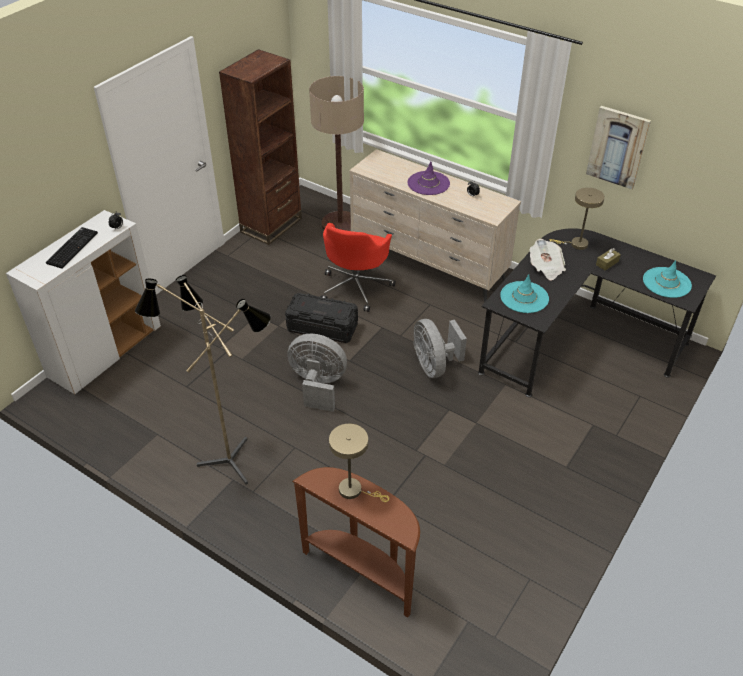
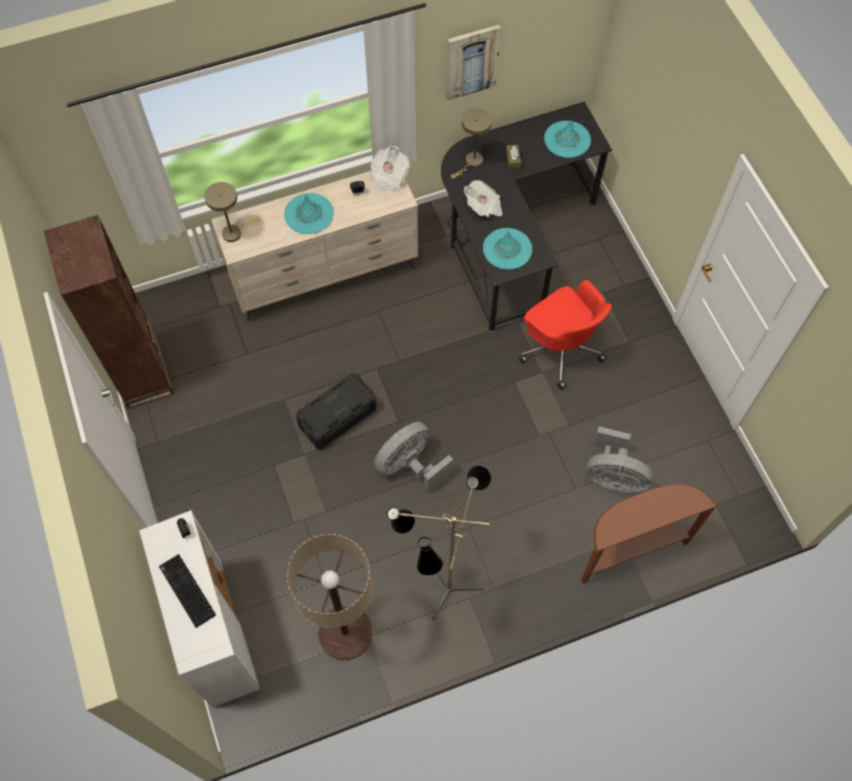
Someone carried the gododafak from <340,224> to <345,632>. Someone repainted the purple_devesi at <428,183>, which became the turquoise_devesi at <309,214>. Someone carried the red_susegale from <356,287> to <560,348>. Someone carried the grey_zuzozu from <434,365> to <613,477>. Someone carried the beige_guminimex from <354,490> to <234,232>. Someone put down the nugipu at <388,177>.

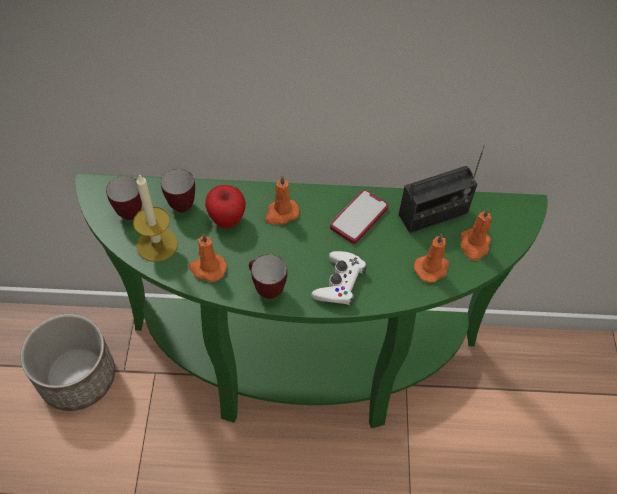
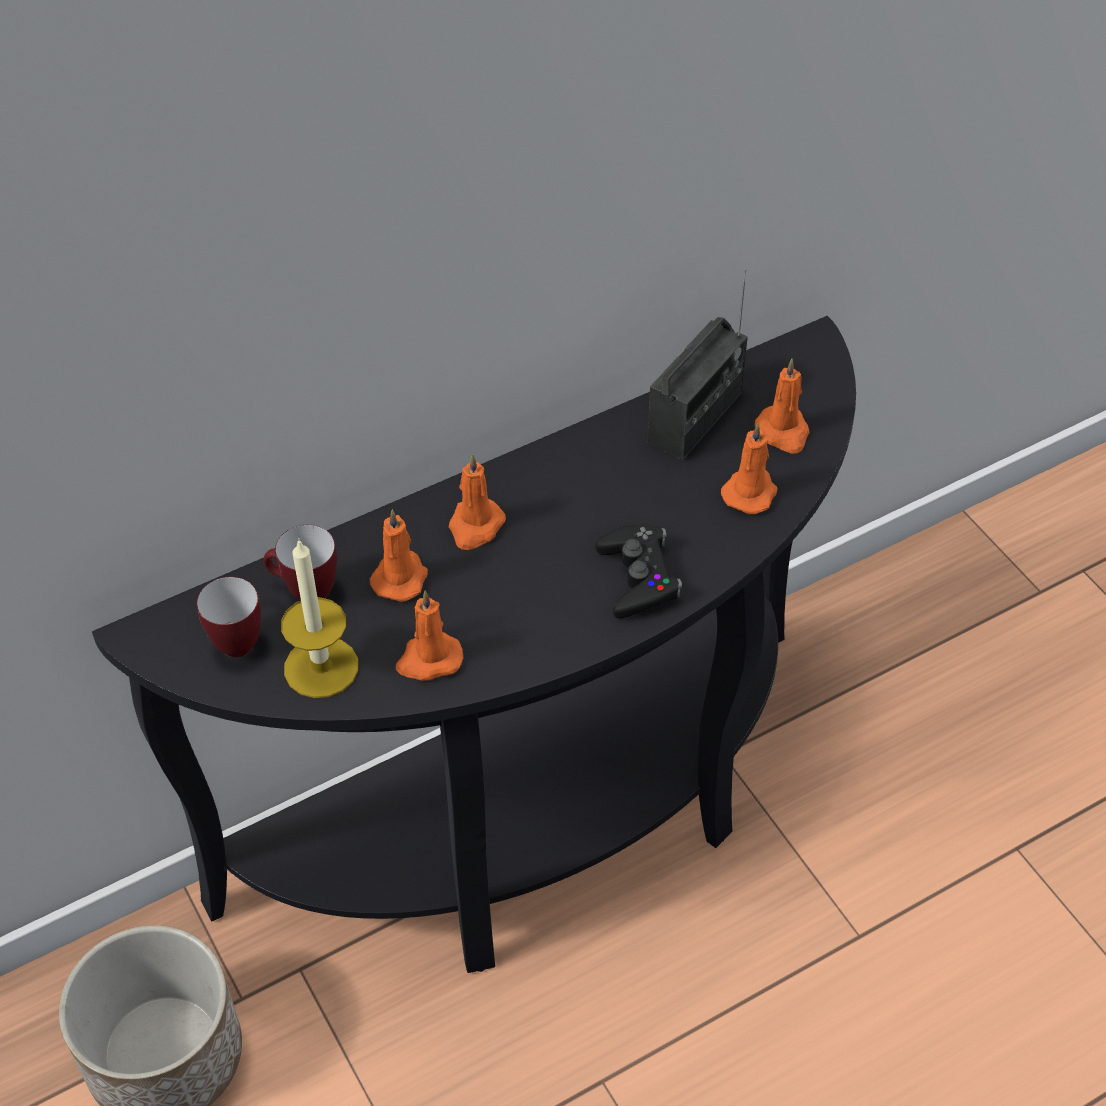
Someone repainted the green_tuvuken at <303,370>, which became the black_tuvuken at <546,823>. Someone swapped the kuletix at <227,220> for the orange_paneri at <401,577>. Someone took away the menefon at <359,217>. Someone repainted the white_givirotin at <339,282>, which became the black_givirotin at <638,577>. Someone took away the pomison at <265,289>.

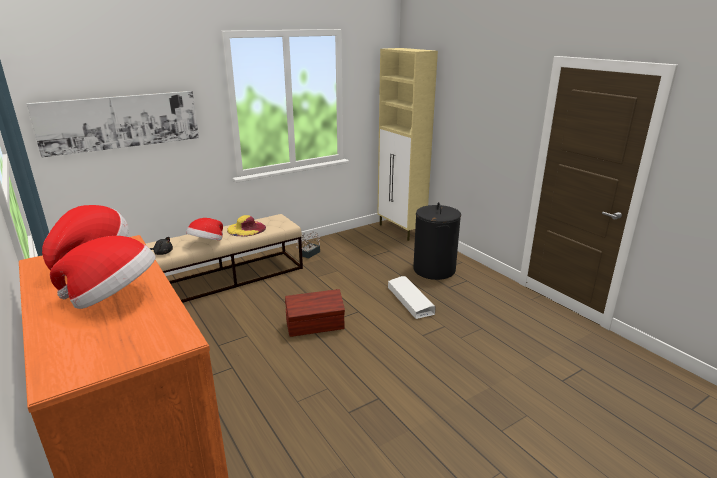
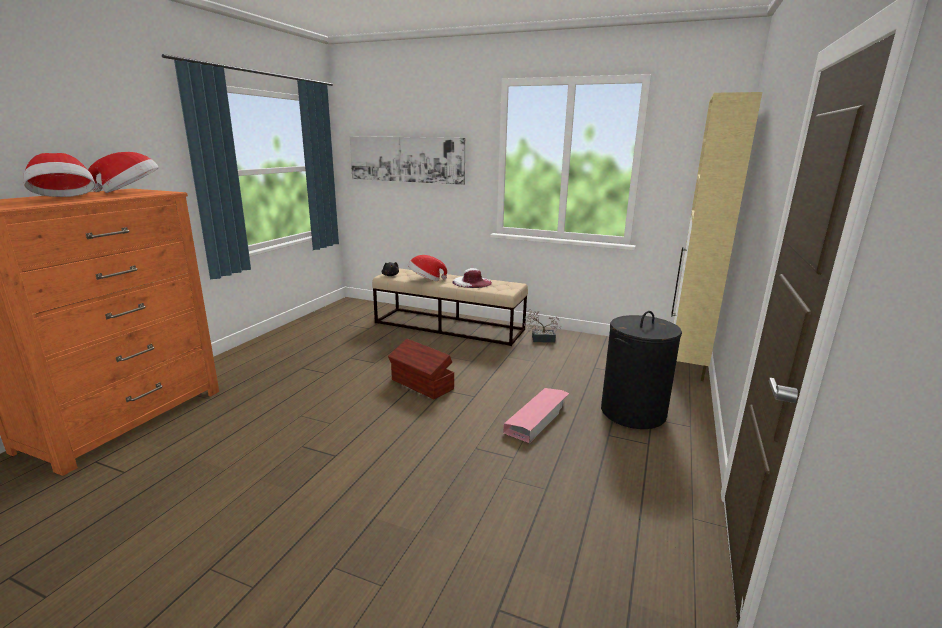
Someone repainted the yellow_devesi at <246,228>, which became the white_devesi at <472,282>. Someone repainted the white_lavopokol at <410,300>, which became the pink_lavopokol at <537,418>.

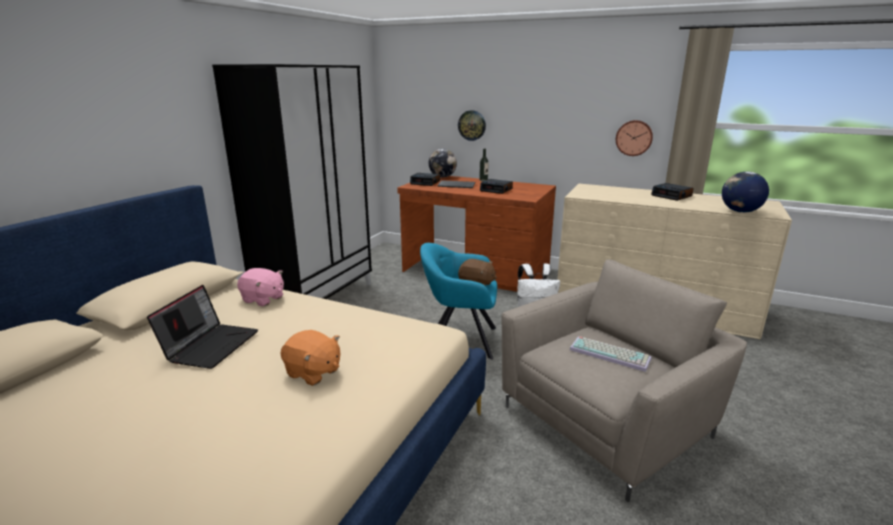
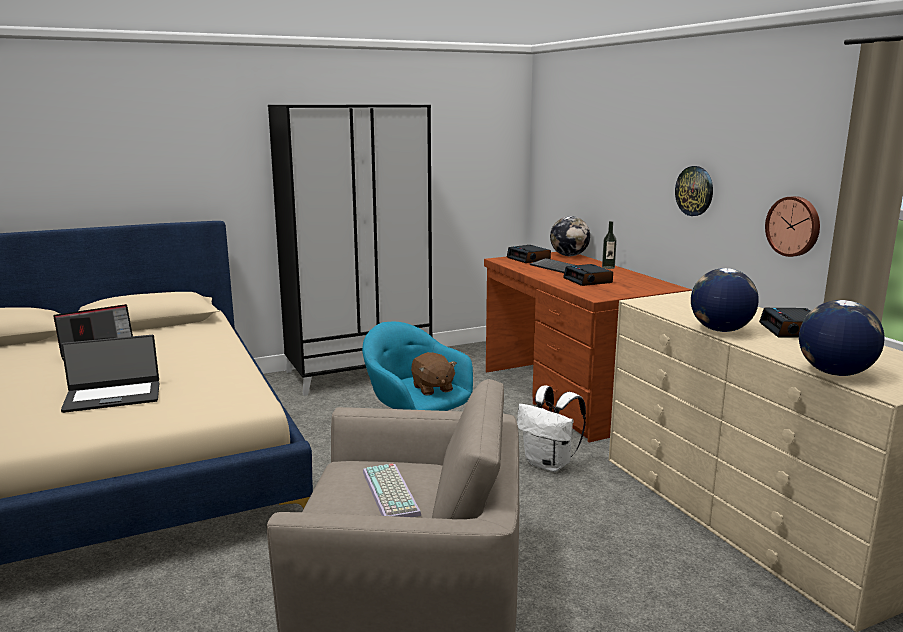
Someone carried the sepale from <472,125> to <694,191>. Someone took away the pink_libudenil at <263,299>. Someone swapped the orange_libudenil at <313,373> for the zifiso at <113,397>. Someone put down the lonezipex at <720,330>.

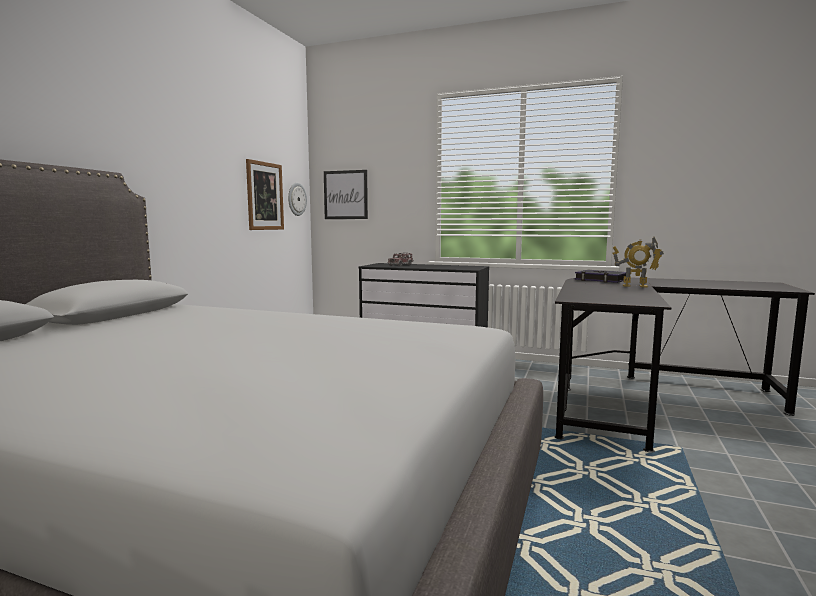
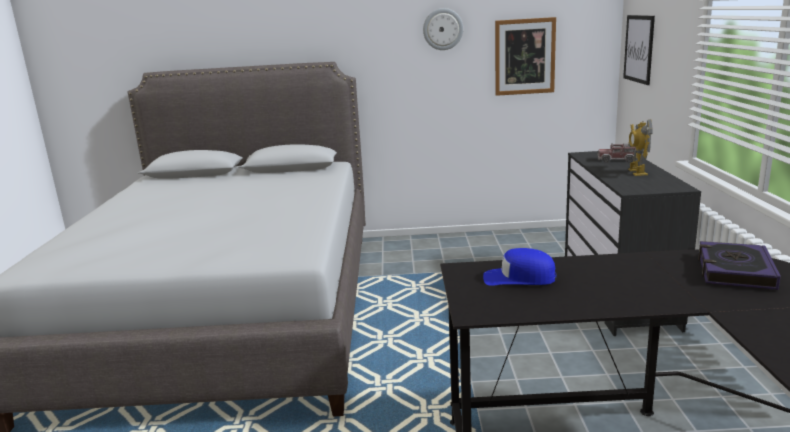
Someone carried the sepale from <296,199> to <443,29>. Someone carried the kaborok from <635,286> to <637,172>. Someone put down the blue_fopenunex at <519,278>.

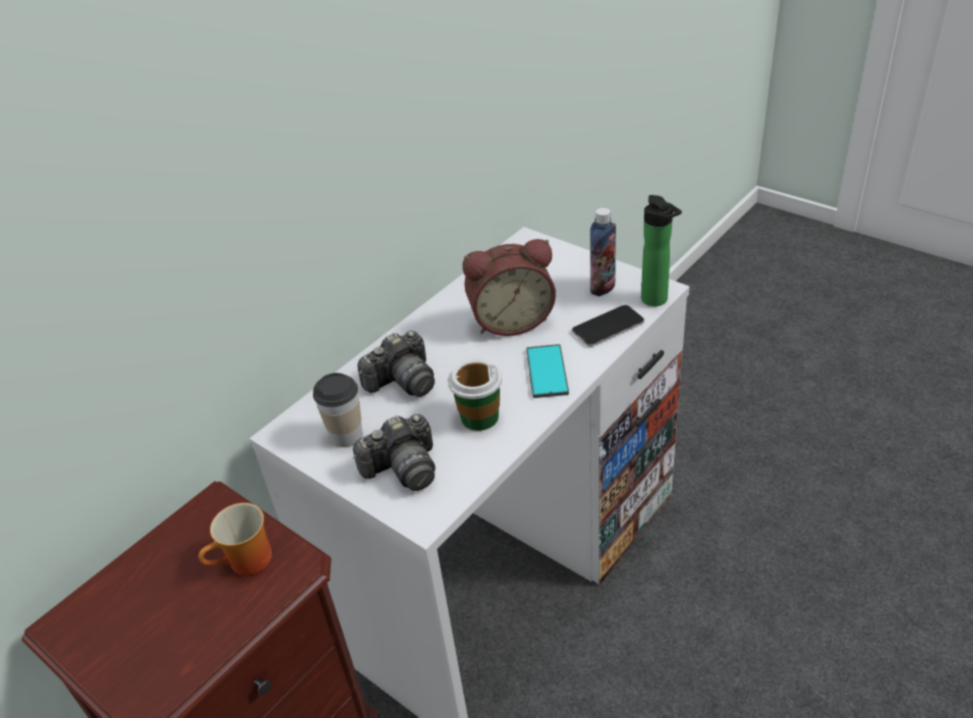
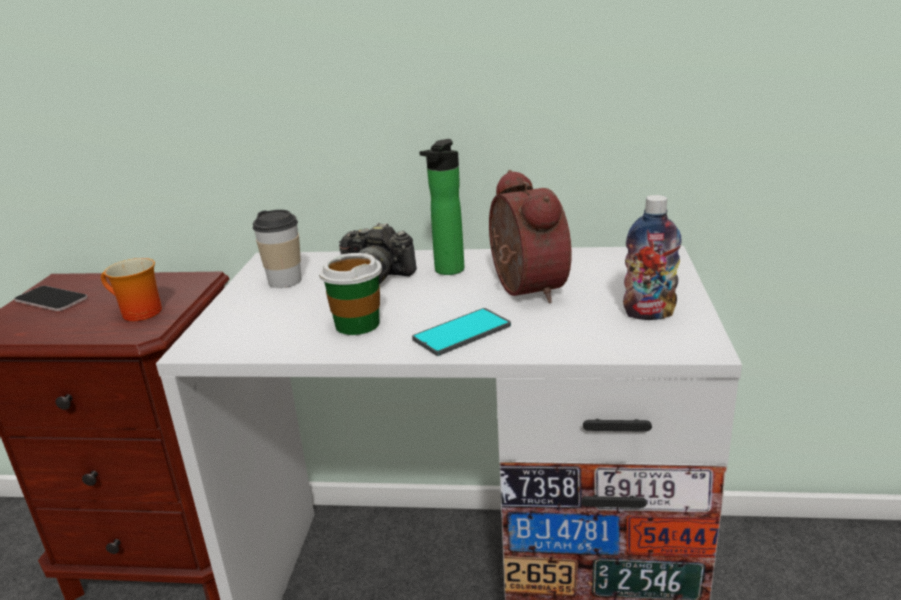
Someone carried the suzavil from <657,301> to <447,271>. Someone rotated the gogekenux at <511,320> by 150 degrees counterclockwise. Someone carried the menefon from <608,327> to <51,299>. Someone took away the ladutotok at <403,469>.

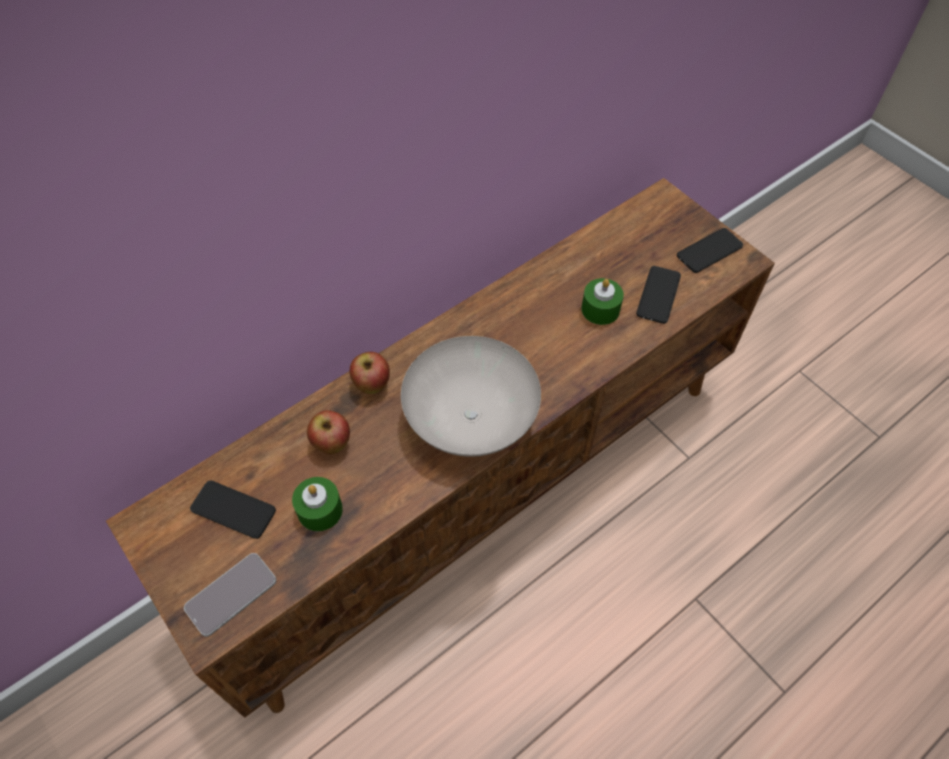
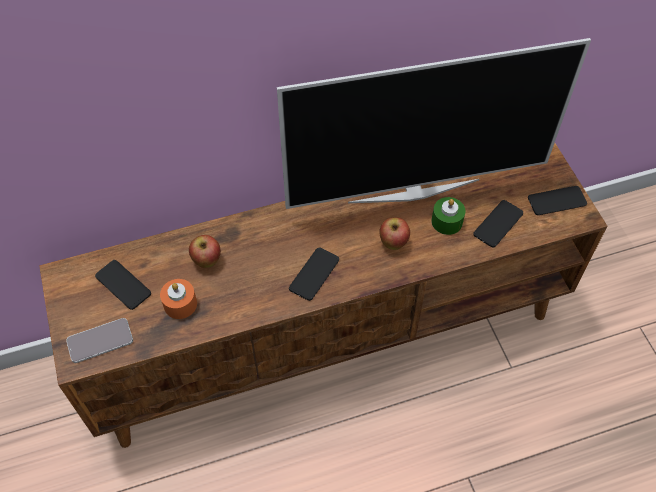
Someone swapped the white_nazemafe at <473,418> for the menefon at <314,274>. Someone carried the kuletix from <372,385> to <393,243>. Someone repainted the green_paneri at <320,510>, which became the orange_paneri at <180,304>. Someone put down the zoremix at <413,189>.

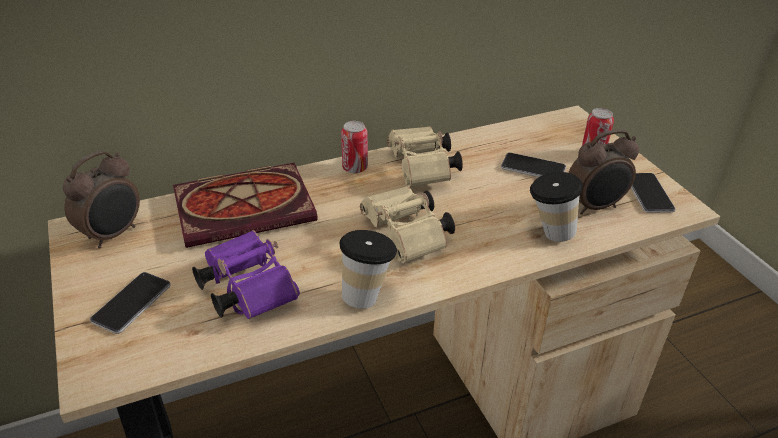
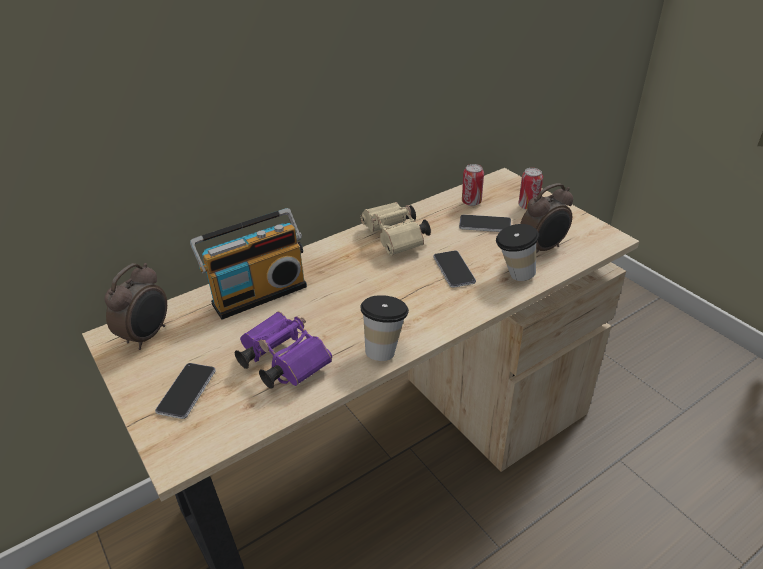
Someone carried the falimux from <355,168> to <471,202>. Someone swapped the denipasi at <247,207> for the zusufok at <258,293>. Someone carried the menefon from <648,194> to <453,270>. Someone took away the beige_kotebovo at <408,237>.

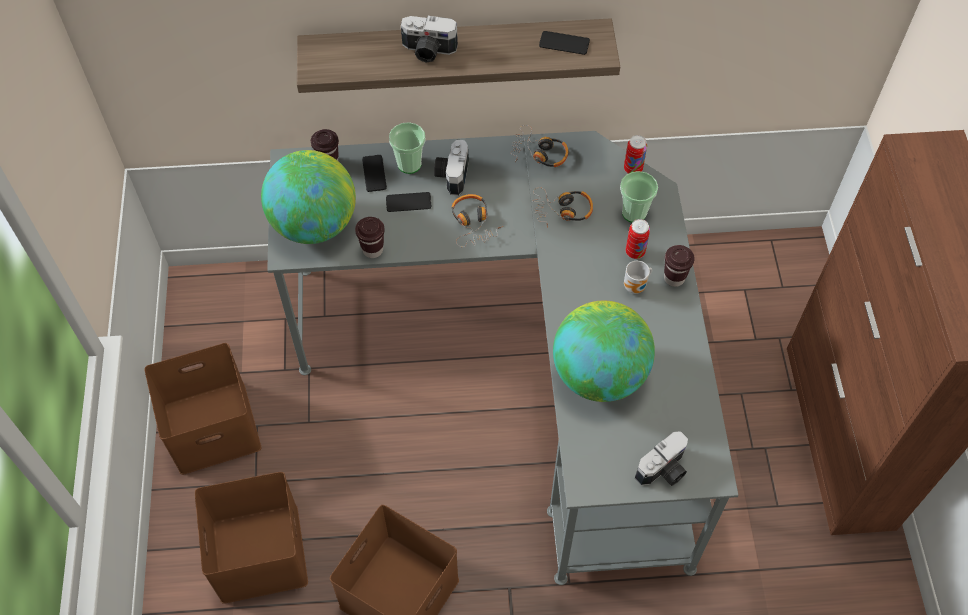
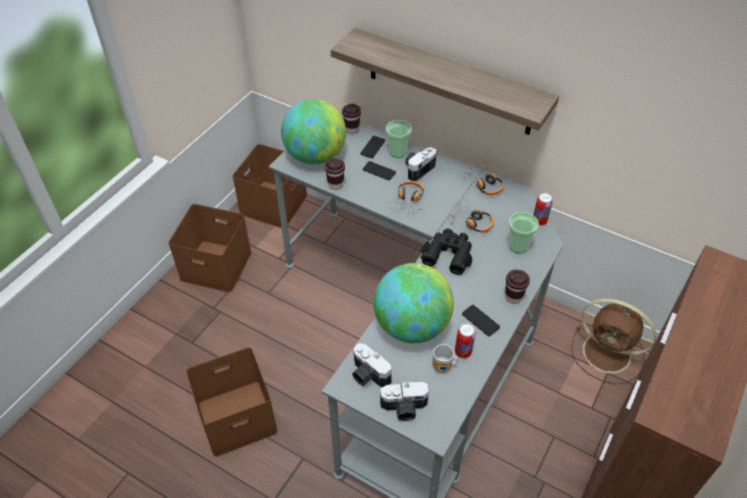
Someone carried the ladutotok from <428,51> to <368,375>. Someone carried the menefon from <564,43> to <480,320>. Someone carried the falimux from <635,252> to <463,352>. Someone carried the pomison from <636,287> to <443,368>. Someone carried the brown_lavopokol from <261,554> to <274,205>. Someone put down the black_kotebovo at <448,254>. Someone put down the brown_zuzozu at <609,354>.

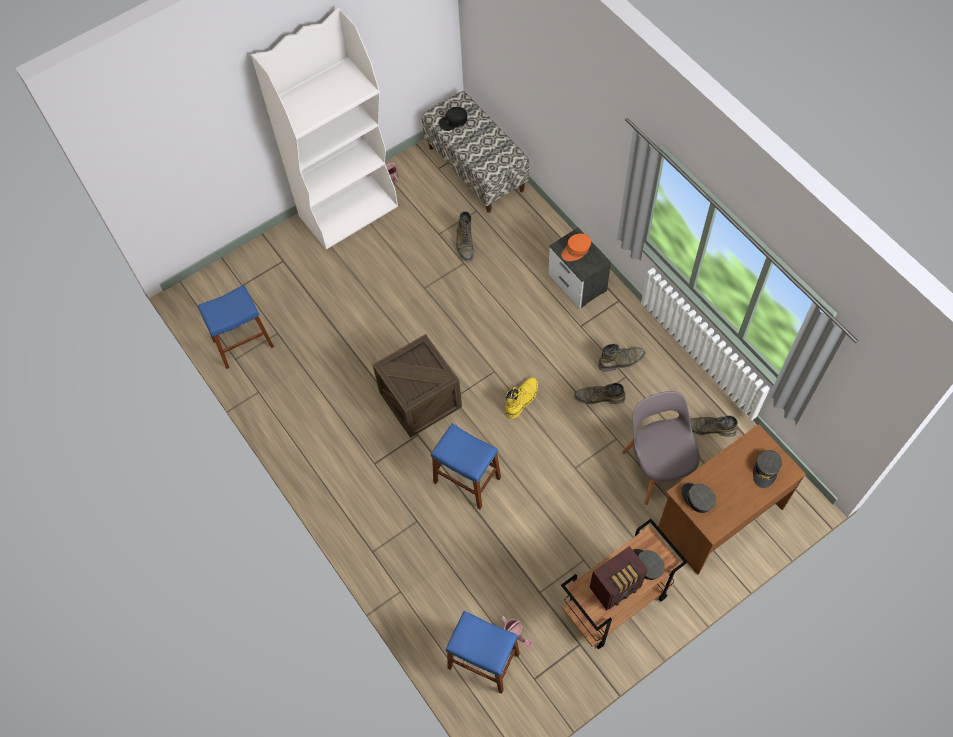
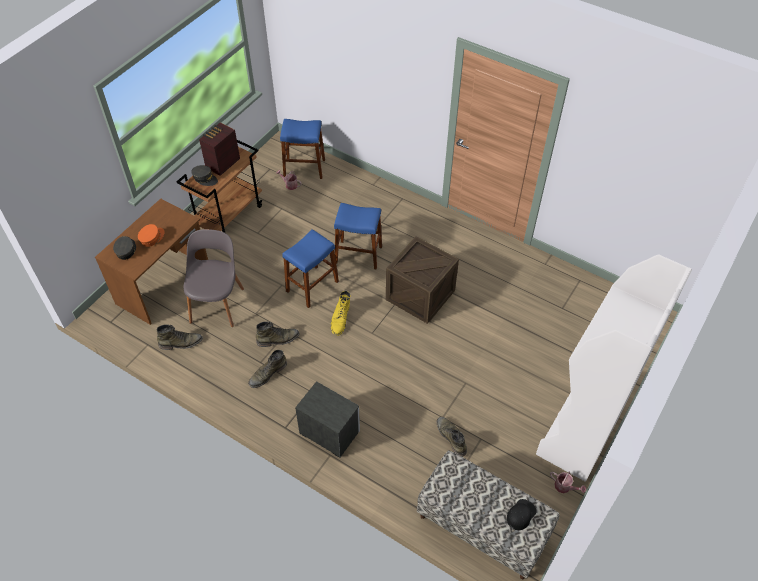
Someone carried the orange_fopenunex from <576,250> to <152,238>. Someone carried the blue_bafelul from <243,343> to <312,286>. Someone rotated the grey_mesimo at <658,467> by 135 degrees counterclockwise. Someone took away the grey_fopenunex at <697,499>.

